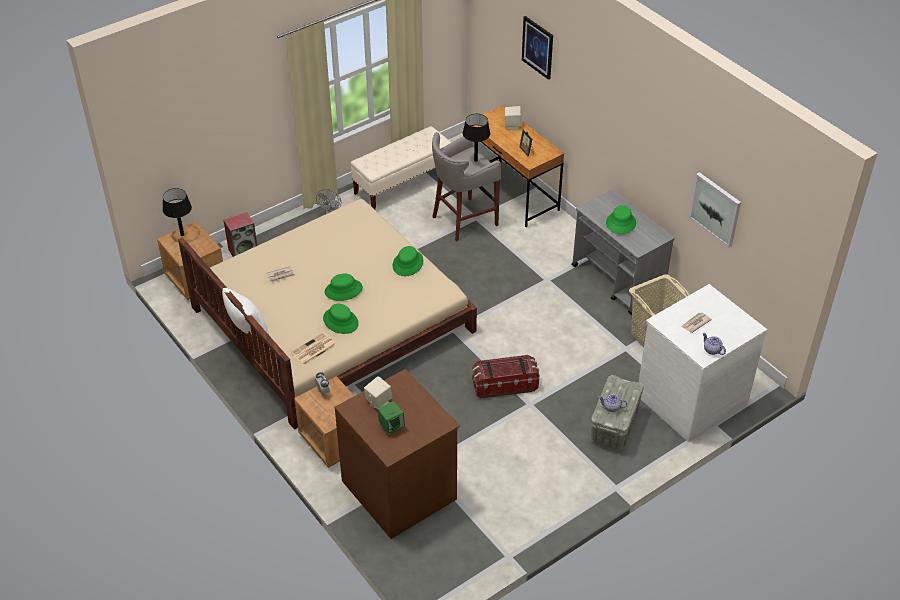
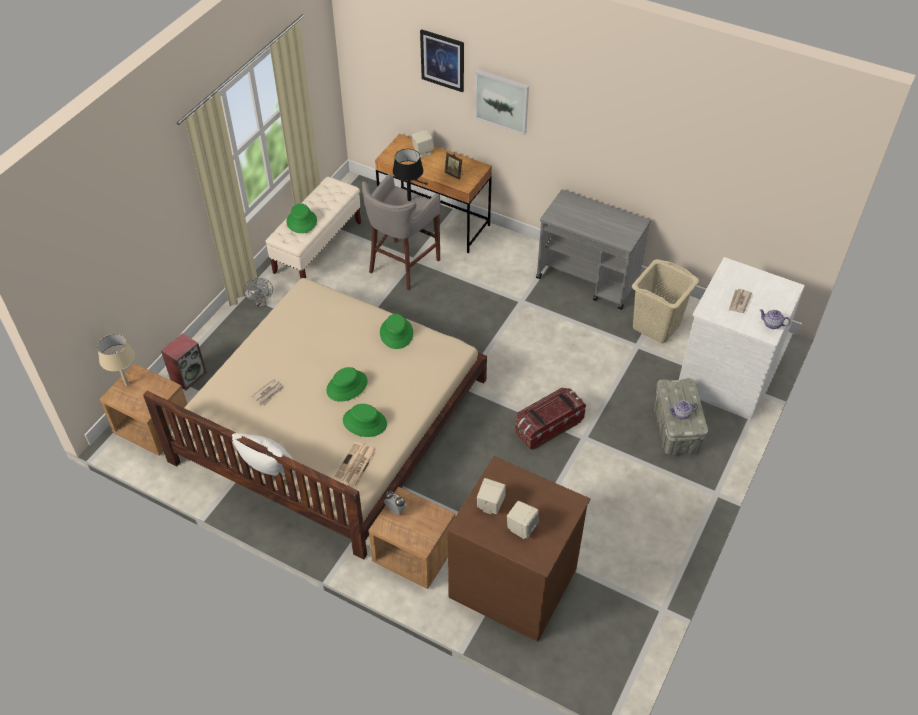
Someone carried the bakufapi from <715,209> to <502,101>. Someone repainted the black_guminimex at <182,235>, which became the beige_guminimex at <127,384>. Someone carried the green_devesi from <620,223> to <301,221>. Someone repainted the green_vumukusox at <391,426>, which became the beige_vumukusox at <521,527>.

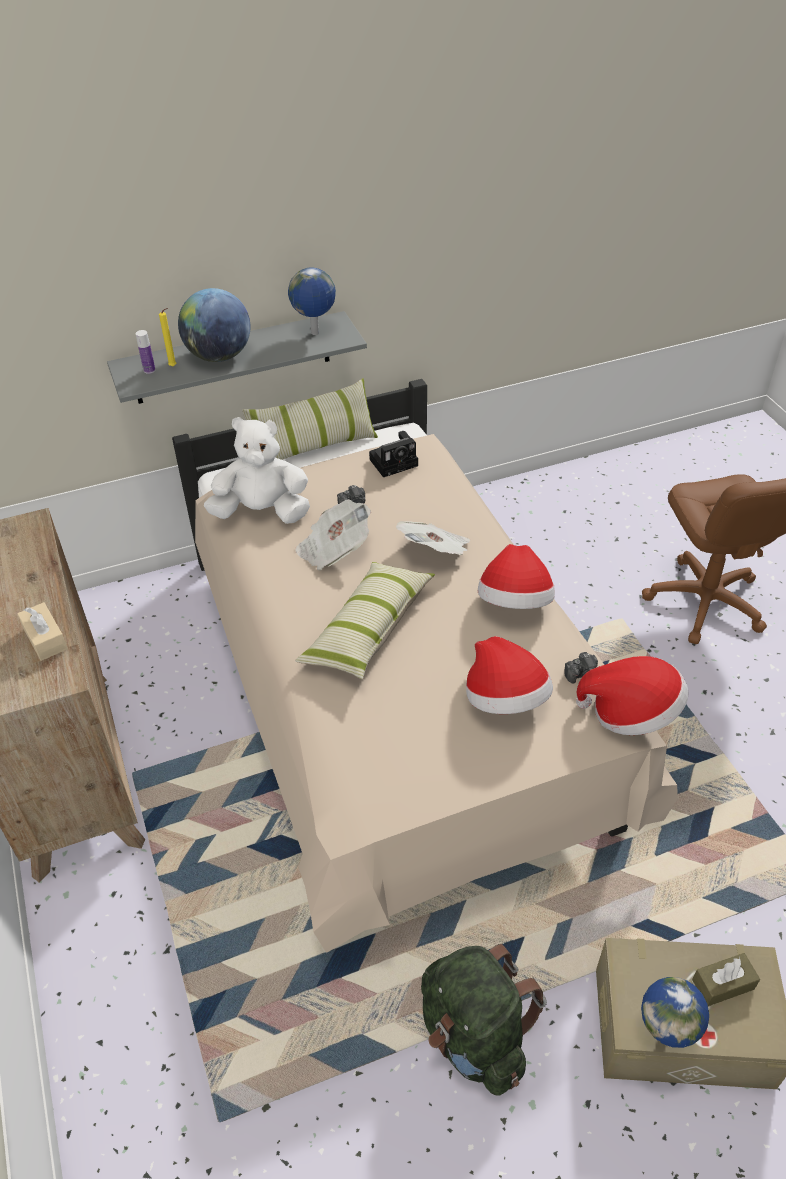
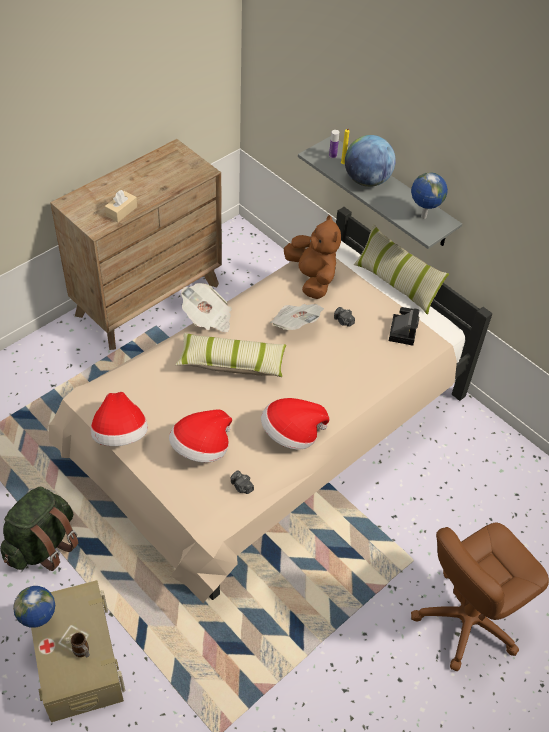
Someone repainted the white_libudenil at <262,512>, which became the brown_libudenil at <312,278>. Someone rotated the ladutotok at <395,462> by 120 degrees counterclockwise. Someone carried the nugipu from <435,552> to <208,318>. Someone carried the devesi from <631,712> to <120,435>. Someone swapped the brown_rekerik at <723,984> for the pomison at <83,652>.

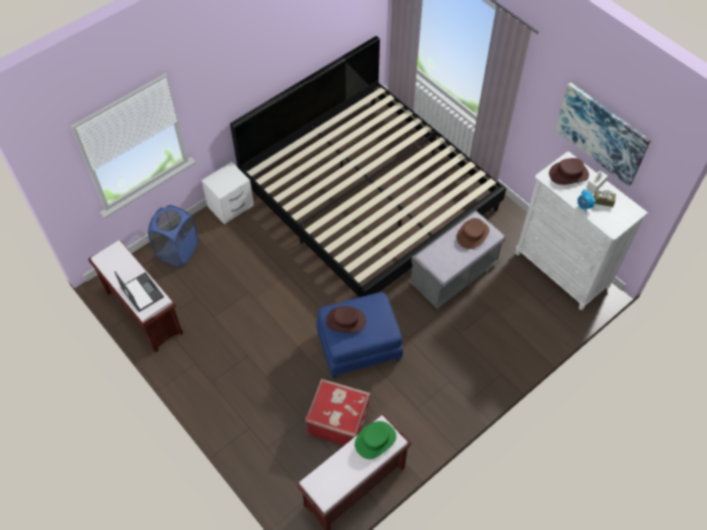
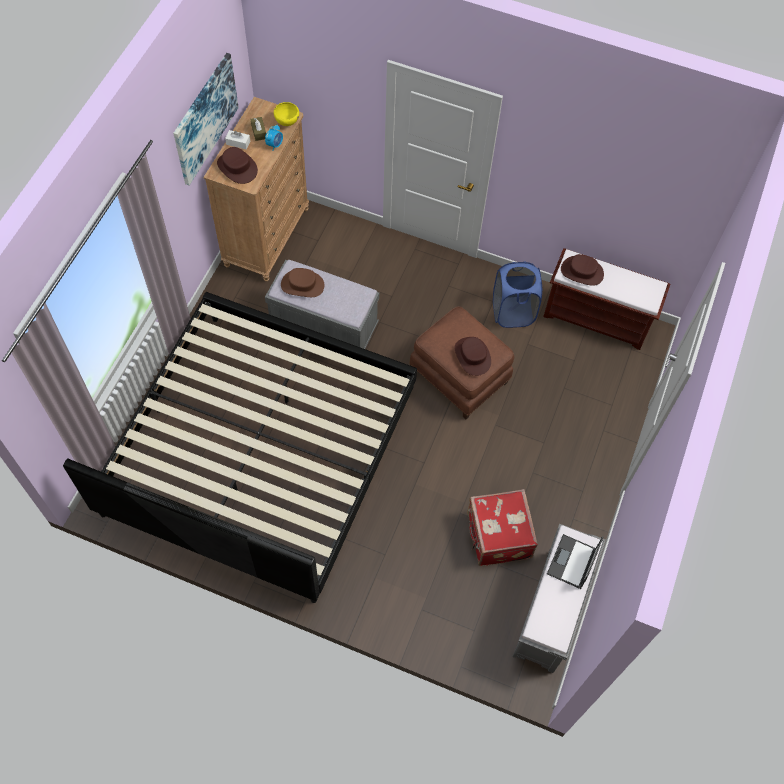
Someone repainted the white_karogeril at <562,270>, which became the brown_karogeril at <266,237>. Someone took away the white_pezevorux at <231,207>. Someone carried the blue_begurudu from <178,251> to <512,312>. Someone repainted the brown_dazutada at <143,312>, which became the grey_dazutada at <551,612>. Someone repainted the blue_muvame at <359,347>, which became the brown_muvame at <460,375>. Someone carried the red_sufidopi from <338,420> to <497,536>. Someone repainted the green_devesi at <375,440>, which became the brown_devesi at <582,272>. Someone put down the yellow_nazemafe at <287,122>.

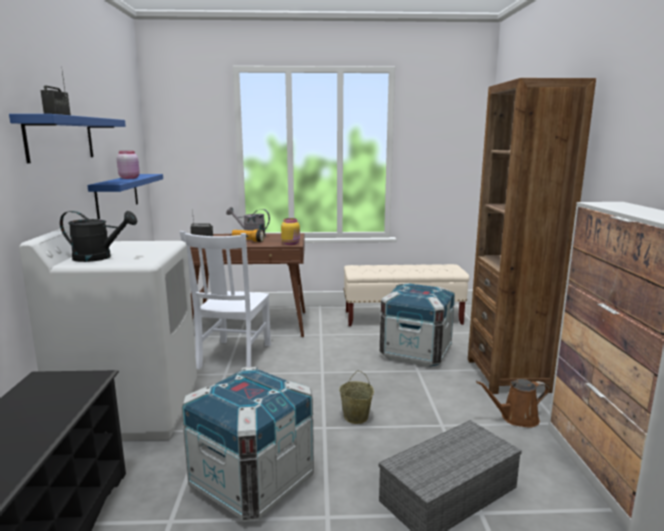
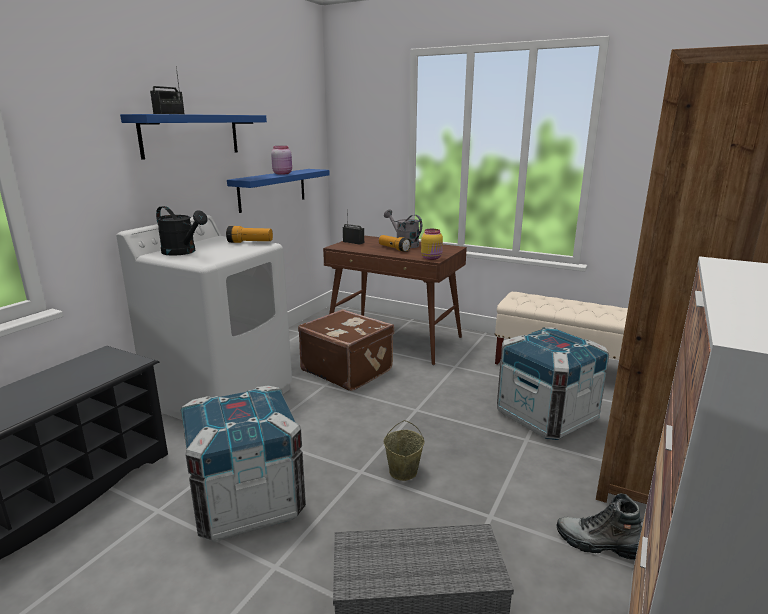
Someone swapped the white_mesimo at <233,357> for the brown_sufidopi at <347,370>. Someone swapped the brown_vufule at <516,418> for the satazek at <599,544>. Someone put down the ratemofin at <250,242>.

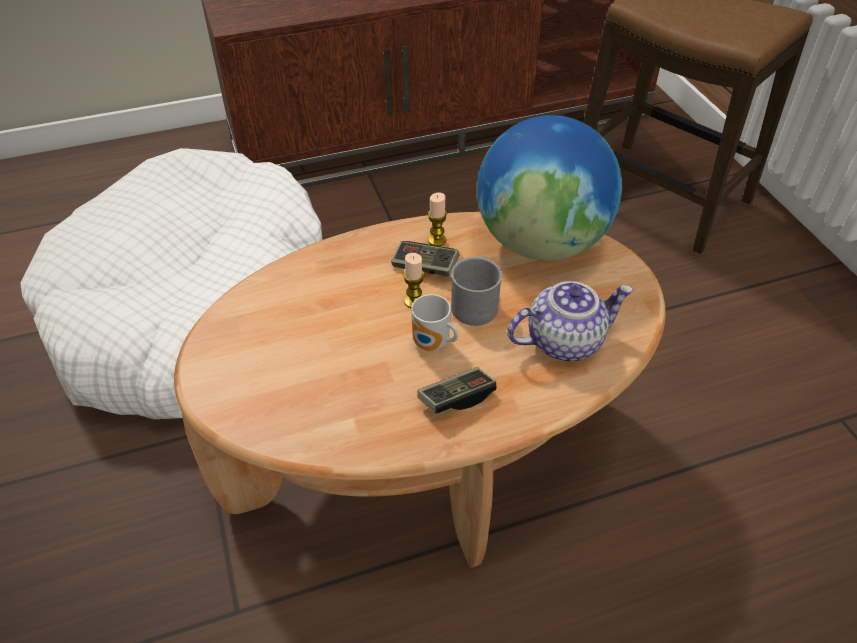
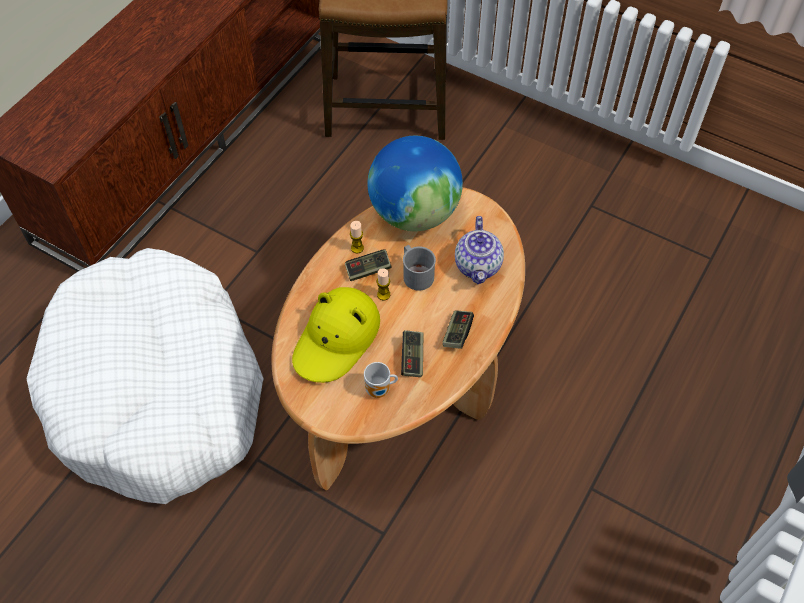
Someone rotated the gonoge at <564,340> by 150 degrees clockwise. Someone carried the pomison from <432,345> to <379,390>. Someone put down the yellow_devesi at <336,339>. Someone put down the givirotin at <412,358>.

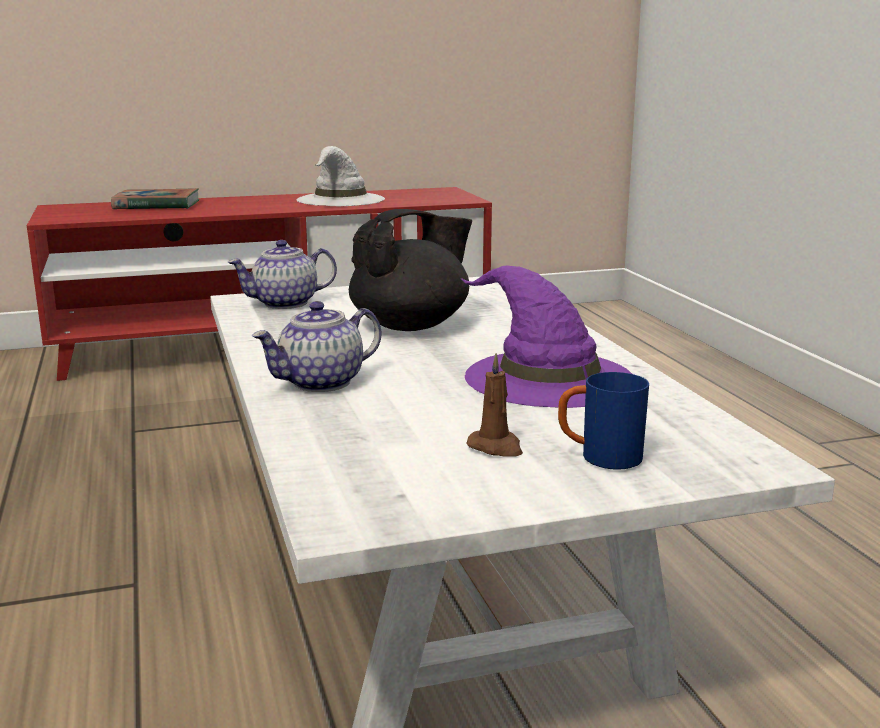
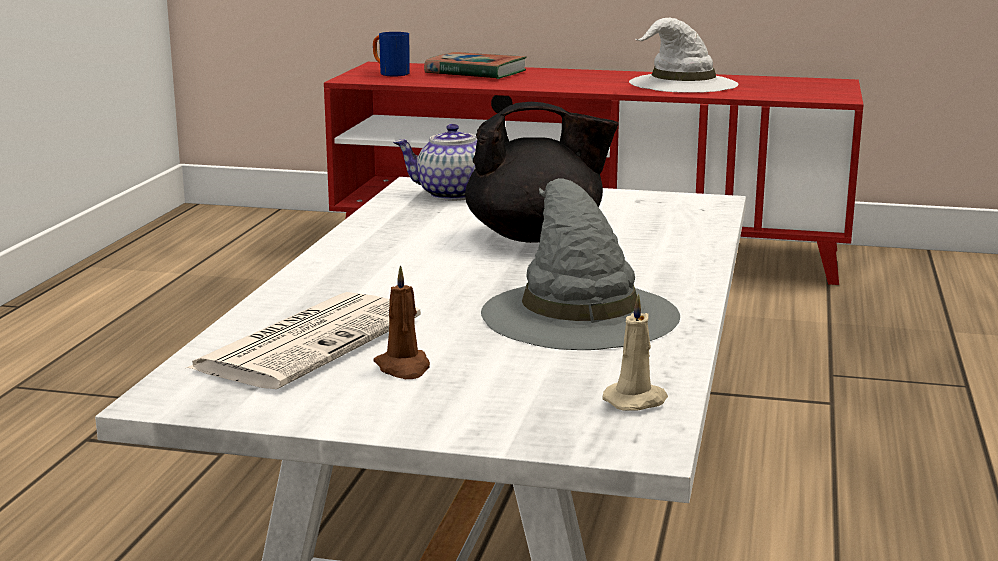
Someone repainted the purple_devesi at <546,377>, which became the grey_devesi at <577,313>. Someone took away the gonoge at <321,383>. Someone carried the blue_pomison from <599,458> to <390,73>. Someone put down the nugipu at <309,341>. Someone put down the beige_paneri at <637,401>.

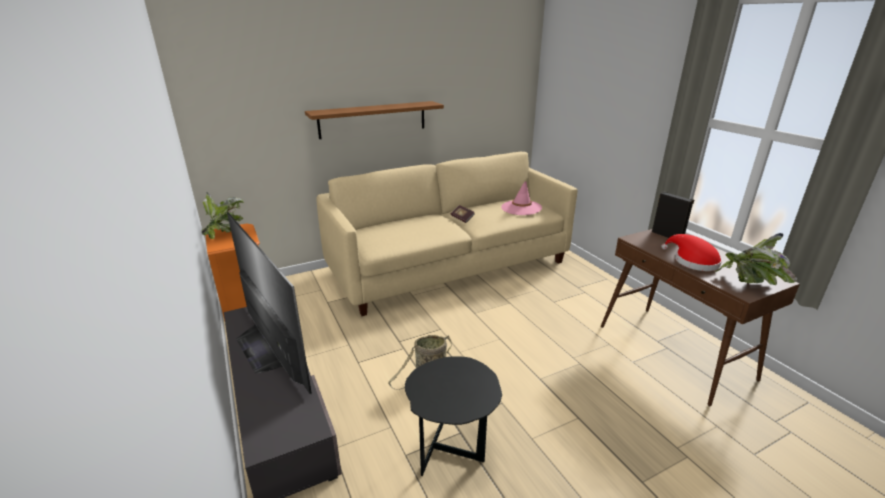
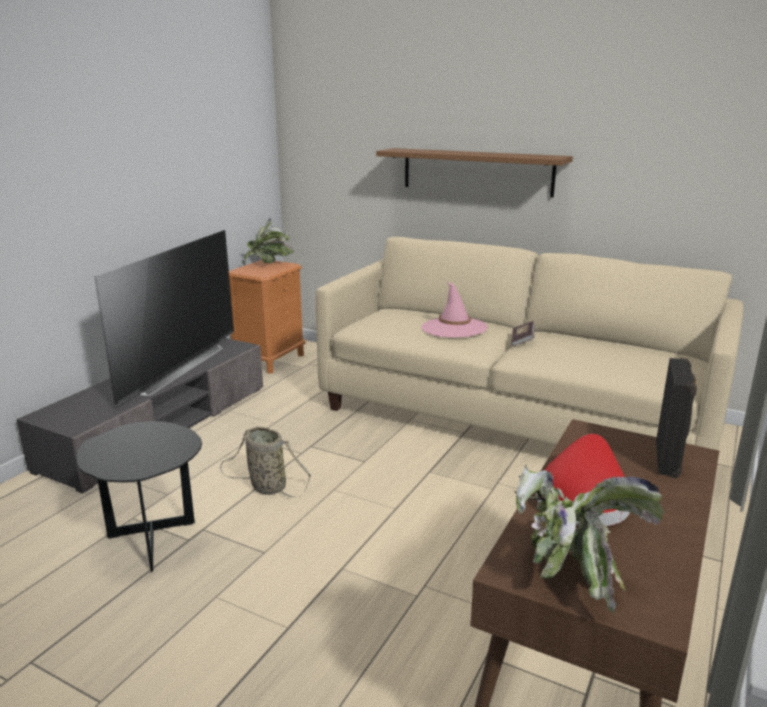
Someone carried the pink_devesi from <521,208> to <454,328>.

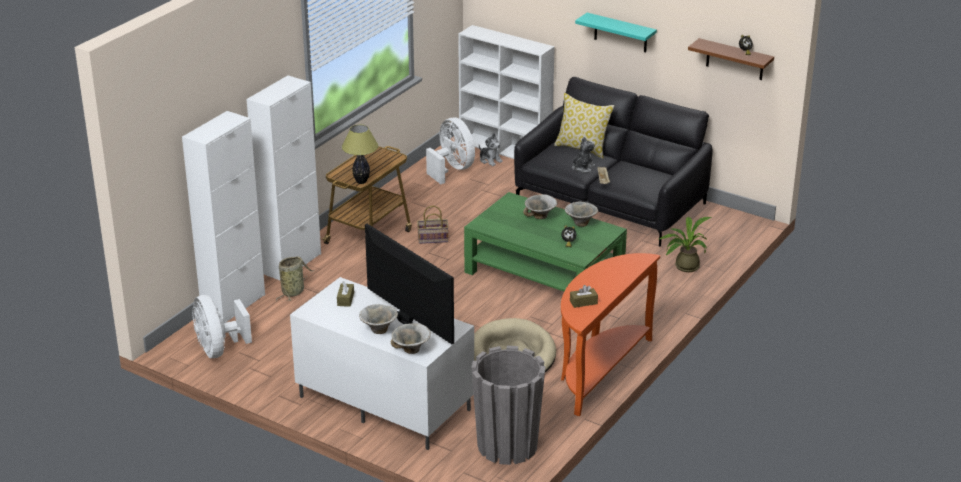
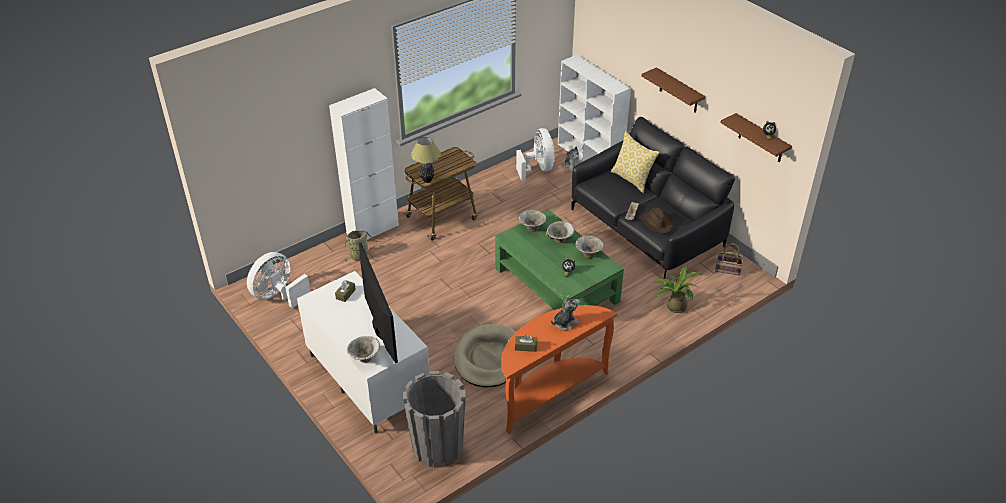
Someone repainted the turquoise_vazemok at <620,33>, which became the brown_vazemok at <679,91>. Someone took away the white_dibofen at <233,305>. Someone carried the libudenil from <582,168> to <564,322>. Someone carried the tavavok from <432,239> to <727,269>. Someone rotated the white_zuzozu at <218,349> by 45 degrees clockwise. Someone carried the nazemafe from <378,330> to <532,228>. Someone put down the brown_devesi at <657,223>.

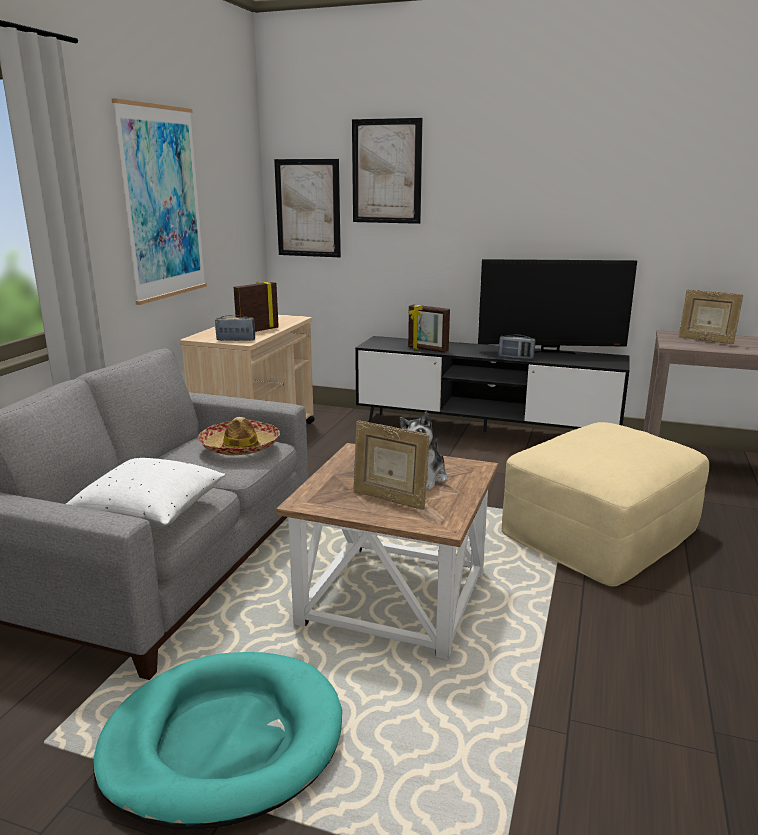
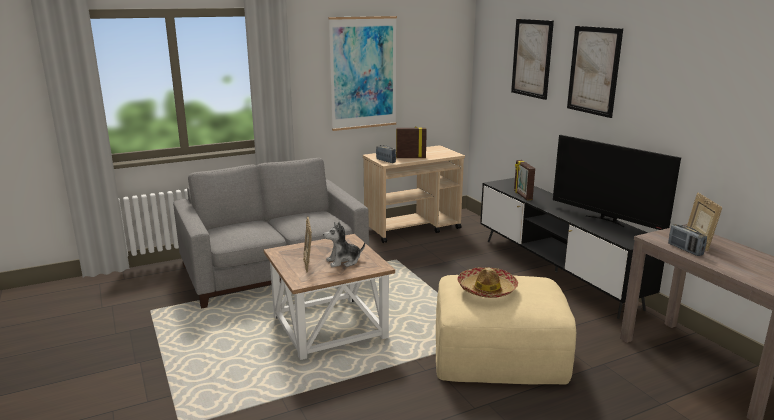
Someone carried the bakufapi from <308,208> to <594,70>. Someone carried the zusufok from <516,357> to <685,249>. Someone carried the devesi from <240,446> to <487,289>. Someone took away the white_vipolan at <150,513>. Someone took away the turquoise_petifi at <223,741>.

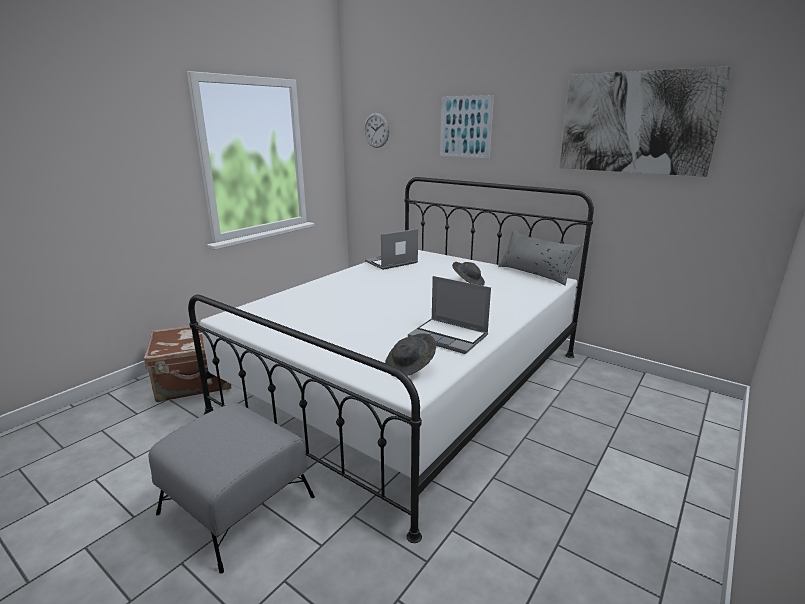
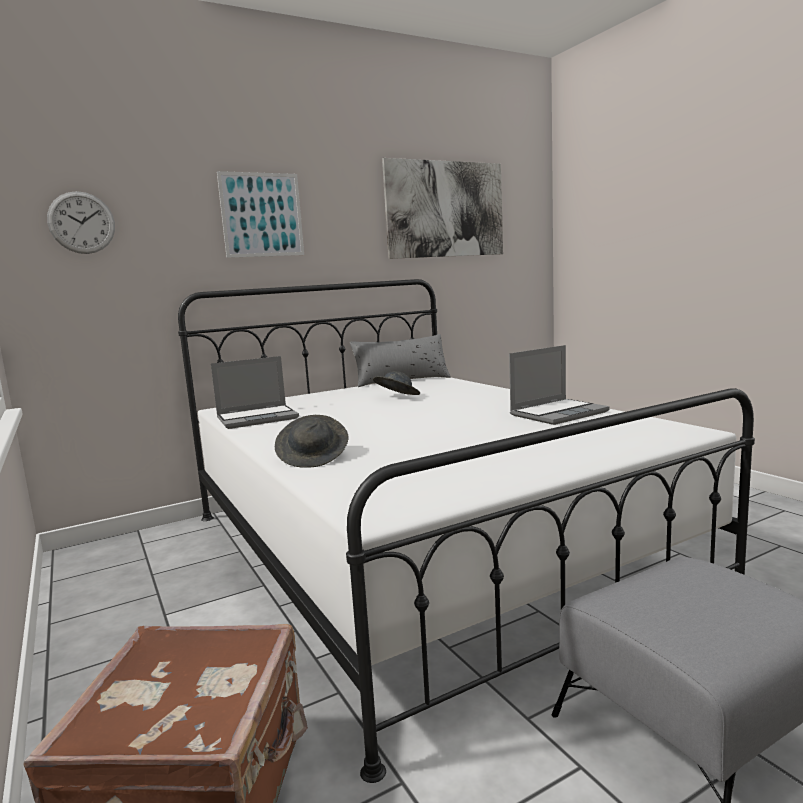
Someone rotated the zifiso at <391,263> by 105 degrees counterclockwise. Someone carried the grey_devesi from <410,367> to <313,457>.

